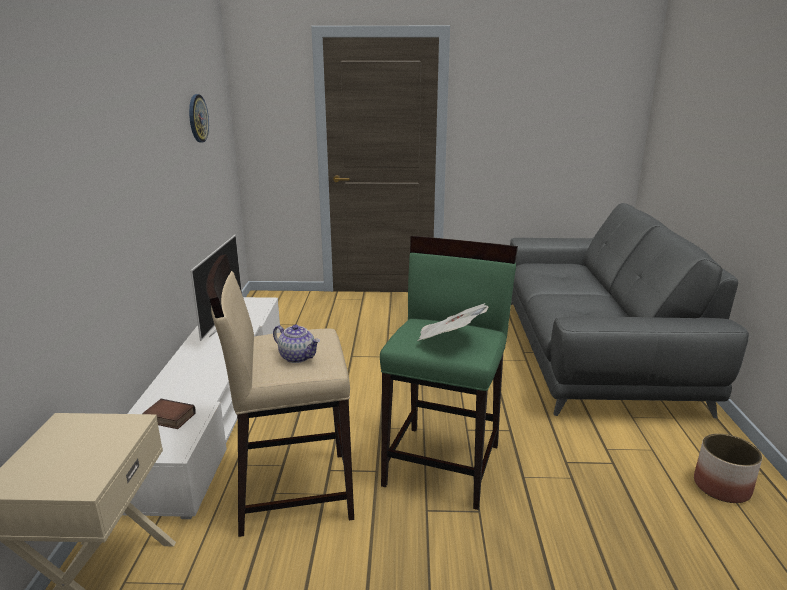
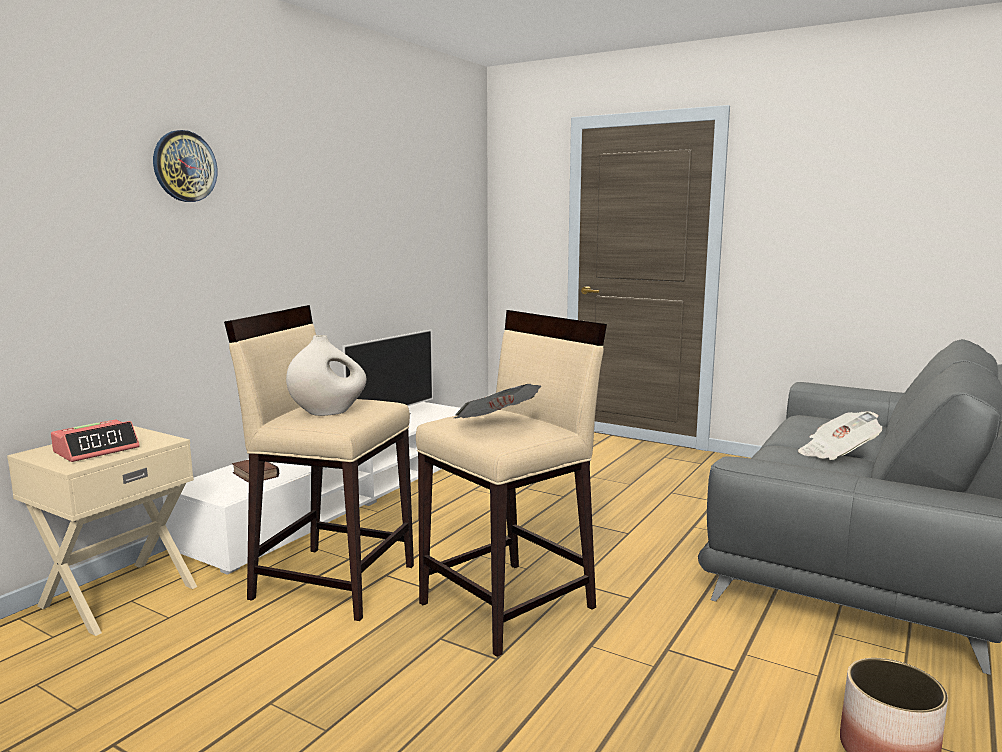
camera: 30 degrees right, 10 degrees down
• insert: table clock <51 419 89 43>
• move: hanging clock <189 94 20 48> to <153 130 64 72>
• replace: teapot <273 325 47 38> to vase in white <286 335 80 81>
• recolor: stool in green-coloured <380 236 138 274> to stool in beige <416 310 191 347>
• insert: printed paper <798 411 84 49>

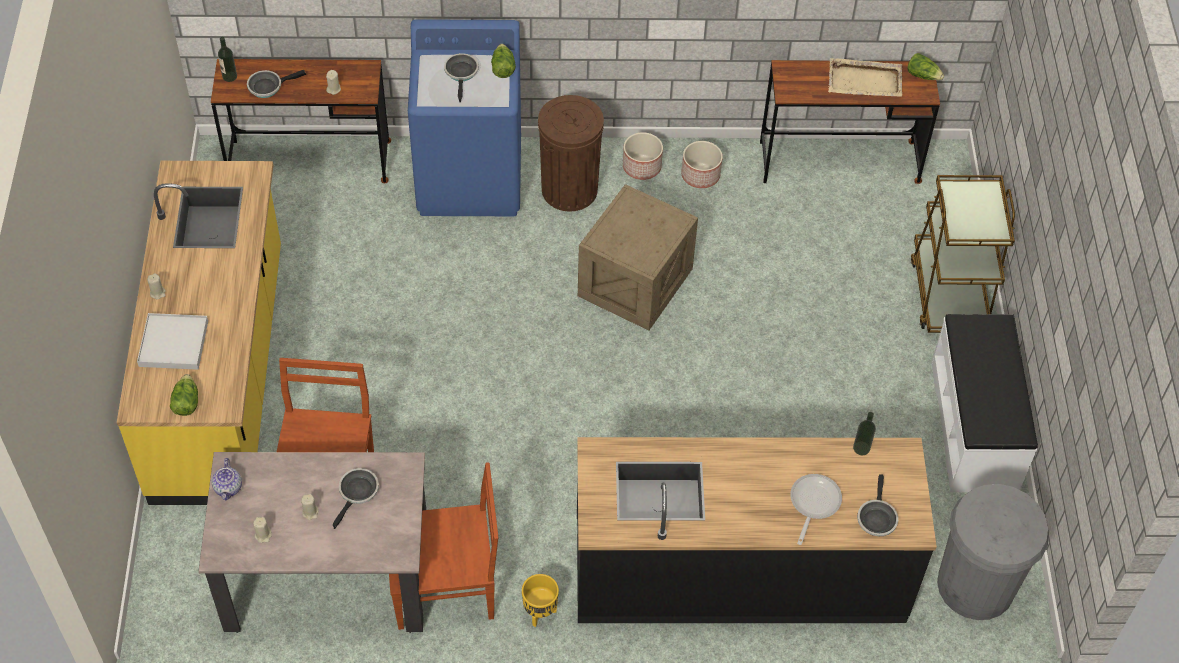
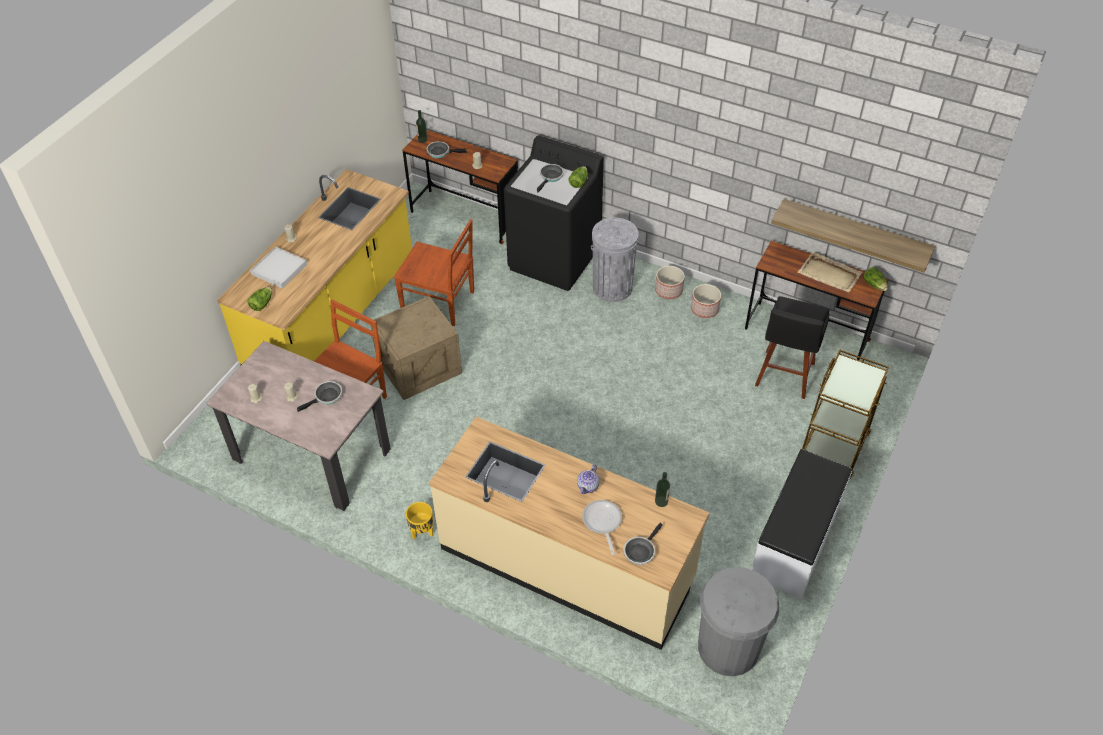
camera: 30 degrees right, 5 degrees down
• move: shipping crate <578 184 120 147> to <370 296 92 104>
• move: plain chair in brownish <389 462 109 168> to <394 219 80 107>
• recolor: counter in blackish <577 437 360 186> to counter in beige <429 417 281 233>
• recolor: laundry machine in blue-coloured <408 19 113 197> to laundry machine in blackish <504 135 100 156>
• move: teapot <212 458 30 43> to <577 464 23 30>
• rotate: skillet <790 474 52 71> = <582 500 40 55> 60 degrees counterclockwise
• recolor: trash can in brownish <538 95 66 116> to trash can in grey <591 218 48 84>
• insert: stool in blackish <755 296 75 103>
• insert: shelf <771 199 164 74>

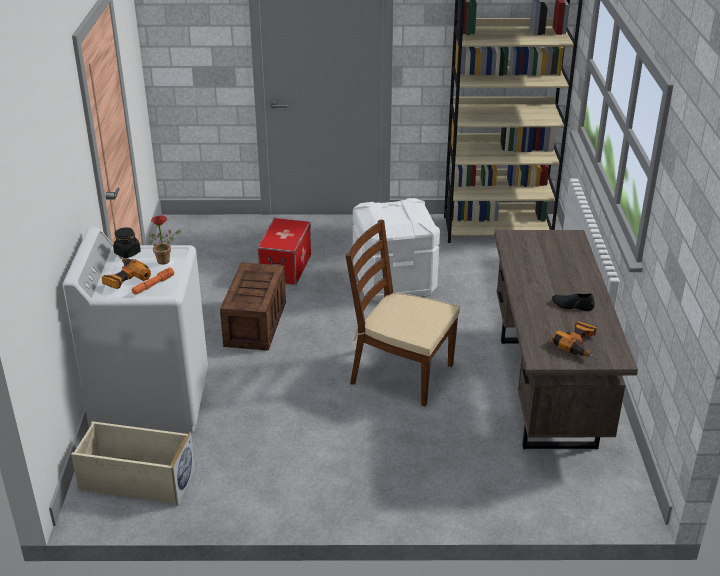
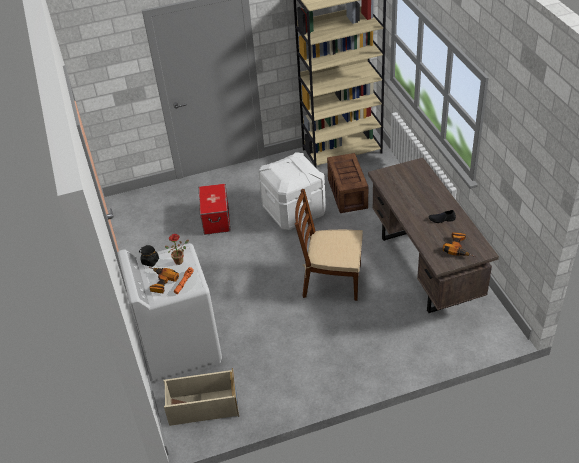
camera: 15 degrees left, 10 degrees up
• move: shipping crate <220 262 66 89> to <327 153 41 60>

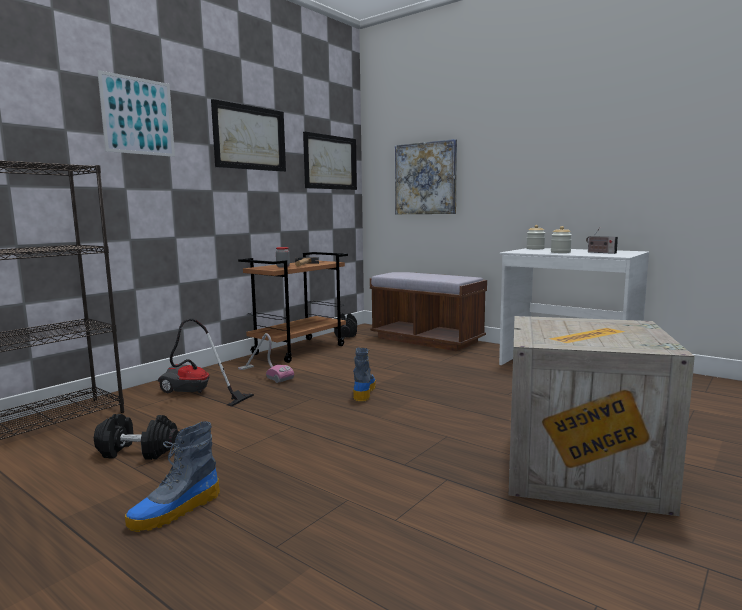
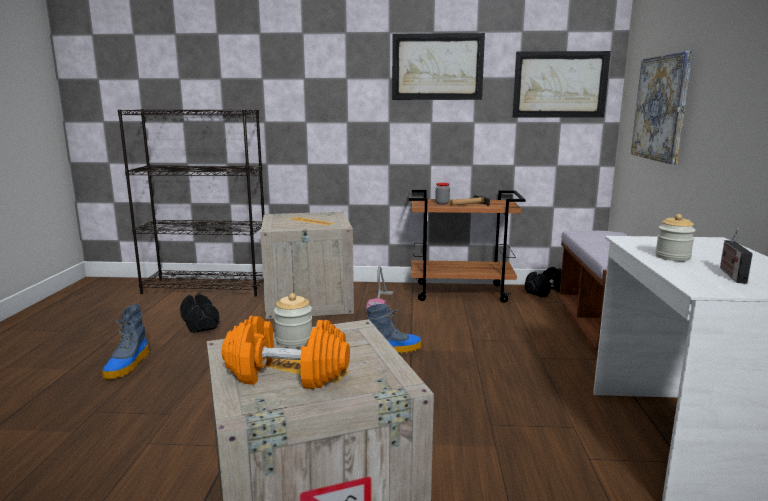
camera: 55 degrees right, 5 degrees up
• rotate: boot <125 421 95 111> = <102 304 47 76> 90 degrees counterclockwise
• insert: free weight in orange-coloured <222 316 128 73>
• replace: vacuum cleaner <158 318 96 89> to shipping crate <260 212 94 107>
• move: jar <526 225 19 24> to <274 293 38 55>
• delete: wall art <97 70 78 87>

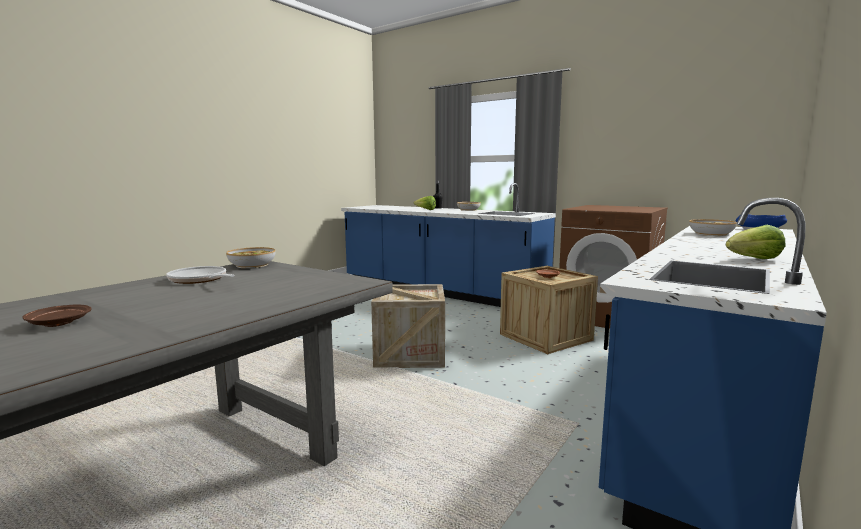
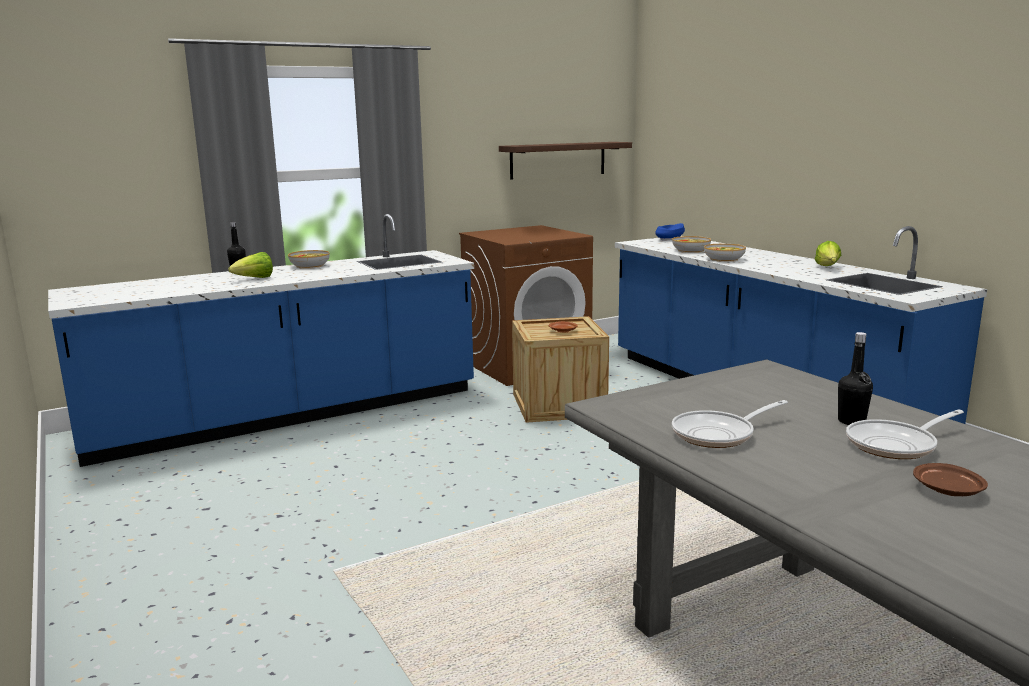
camera: 65 degrees left, 5 degrees up
• insert: shelf <499 142 133 38>
• move: deep dish <226 247 50 21> to <704 244 42 18>
• insert: beverage bottle in blackish <838 332 35 93>
• insert: skillet <846 409 118 50>
• delete: shipping crate <371 284 74 84>

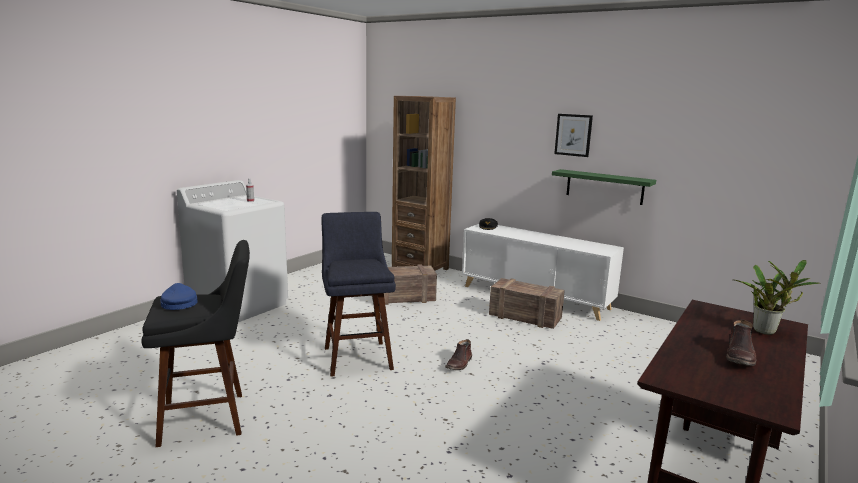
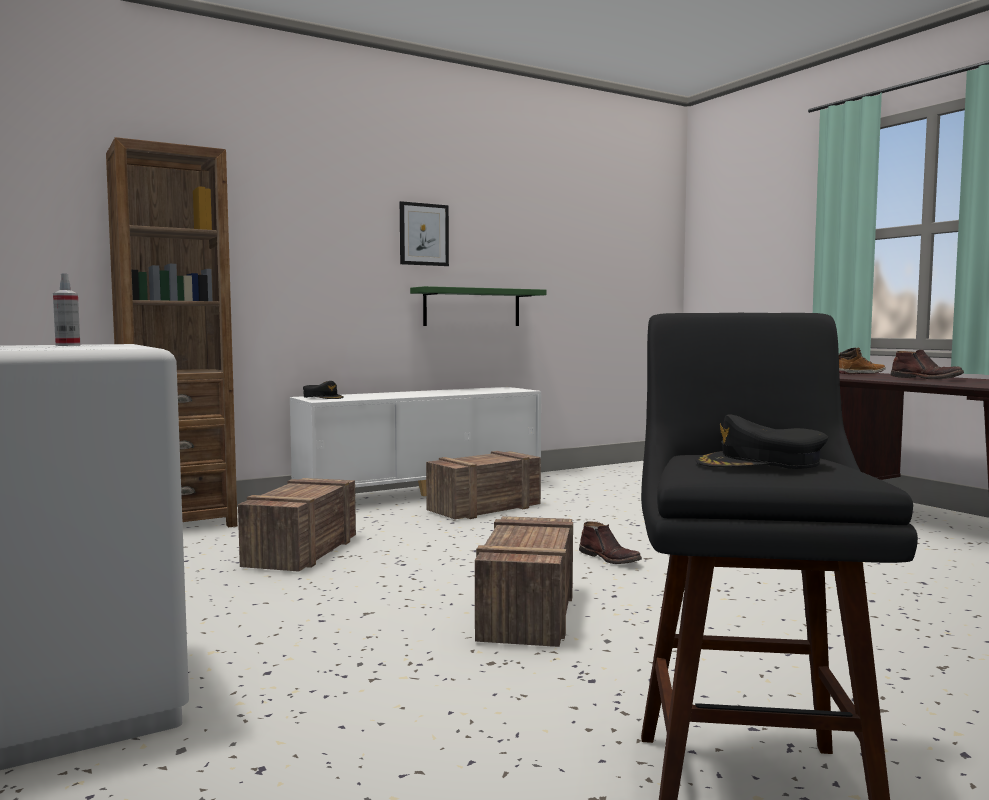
camera: 65 degrees left, 10 degrees down
• replace: stool in blue-coloured <322 212 74 165> to shipping crate <475 516 98 131>
• recolor: cap in blue-coloured <160 283 37 27> to cap in blackish <695 414 133 55>
• replace: plant in a pot <735 260 86 75> to boot <839 347 47 27>

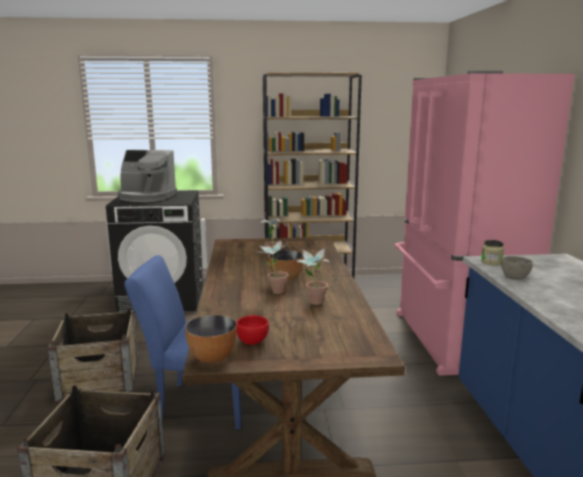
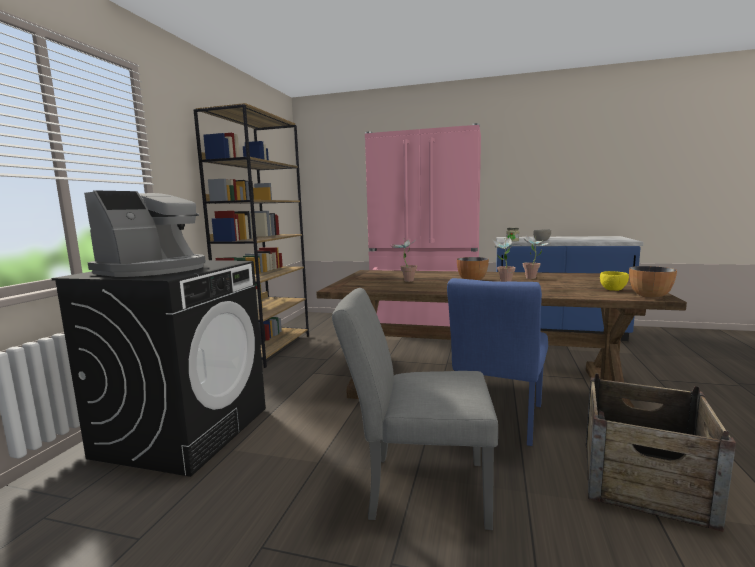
camera: 70 degrees left, 5 degrees down
• replace: shipping crate <47 308 91 94> to plain chair in grey <332 288 166 242>
• recolor: deep dish in red <236 315 33 30> to deep dish in yellow-coloured <600 271 29 20>

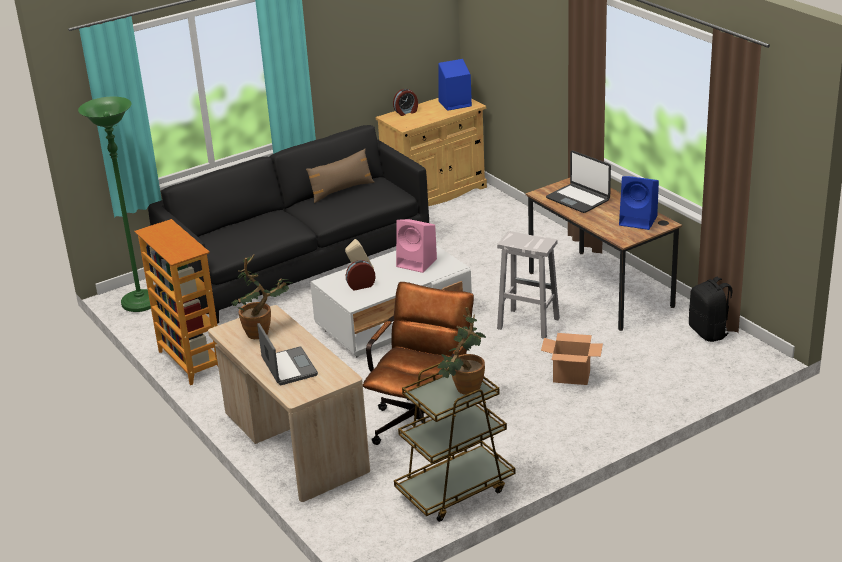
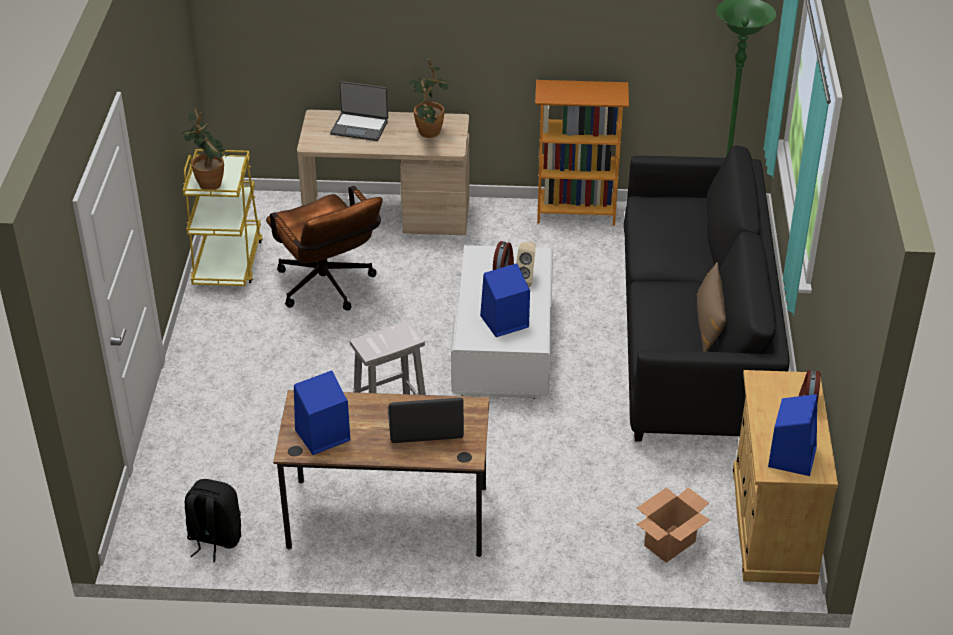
camera: 125 degrees right, 10 degrees up
• recolor: wheeled cart in brownish <394 362 121 160> to wheeled cart in yellow-coloured <183 149 80 137>
• recolor: speaker in pink <396 219 41 54> to speaker in blue-coloured <480 263 50 74>
• move: carton <541 333 62 52> to <637 487 73 76>

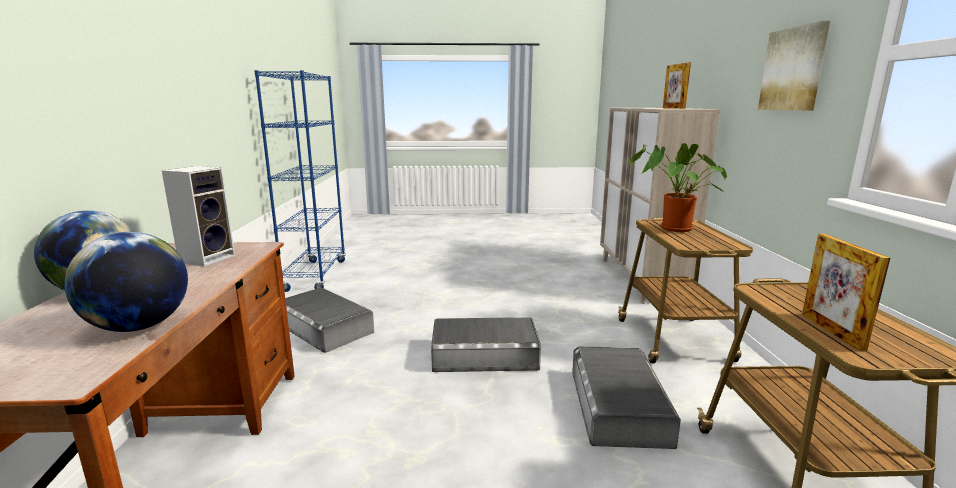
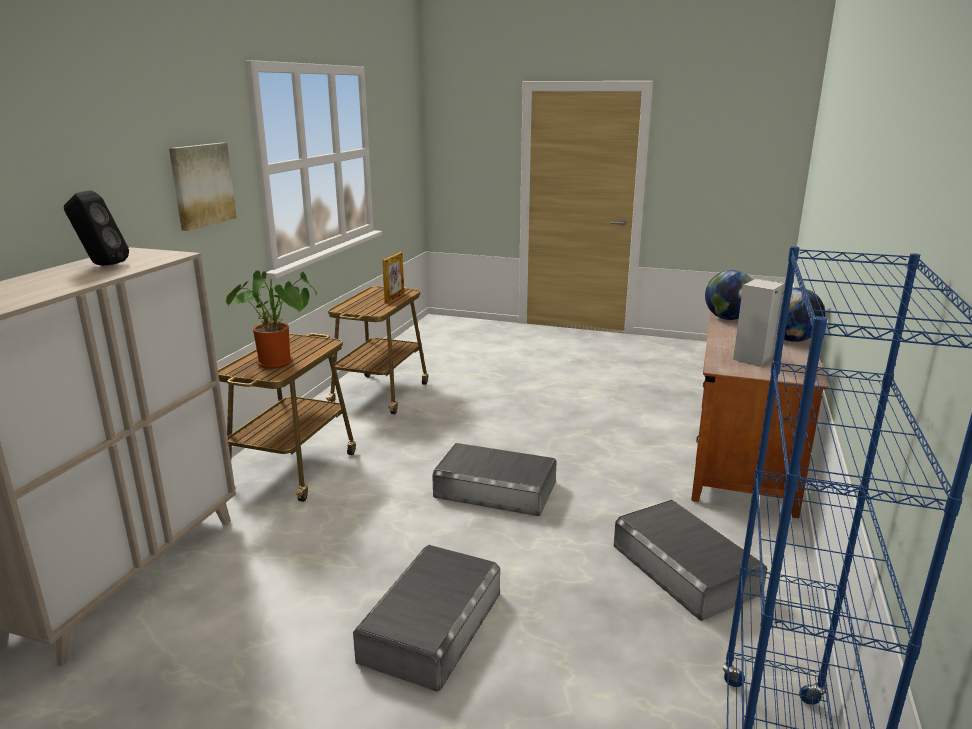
camera: 160 degrees left, 5 degrees up
• replace: photo frame <663 63 28 46> to speaker in blackish <64 190 65 76>
• move: storage bin in grey <572 347 109 102> to <353 545 147 147>

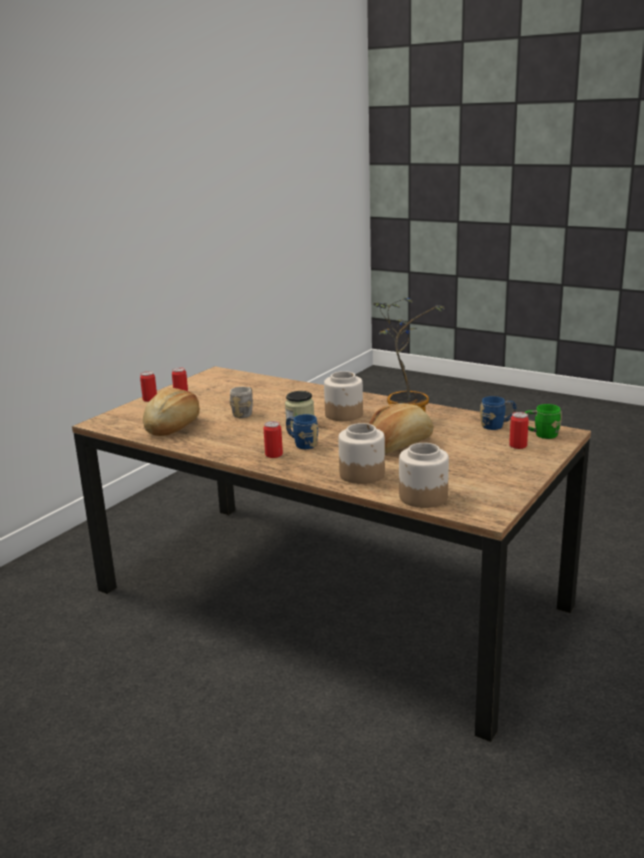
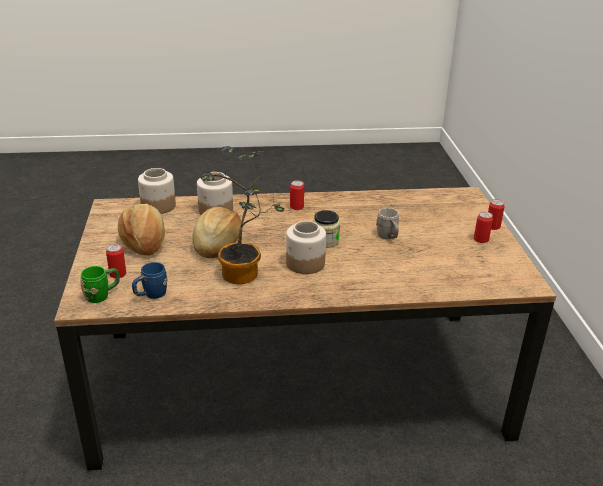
camera: 140 degrees right, 10 degrees up
• move: bread <143 388 57 48> to <118 204 47 52>
• delete: tea mug in blue-coloured <286 414 32 35>

